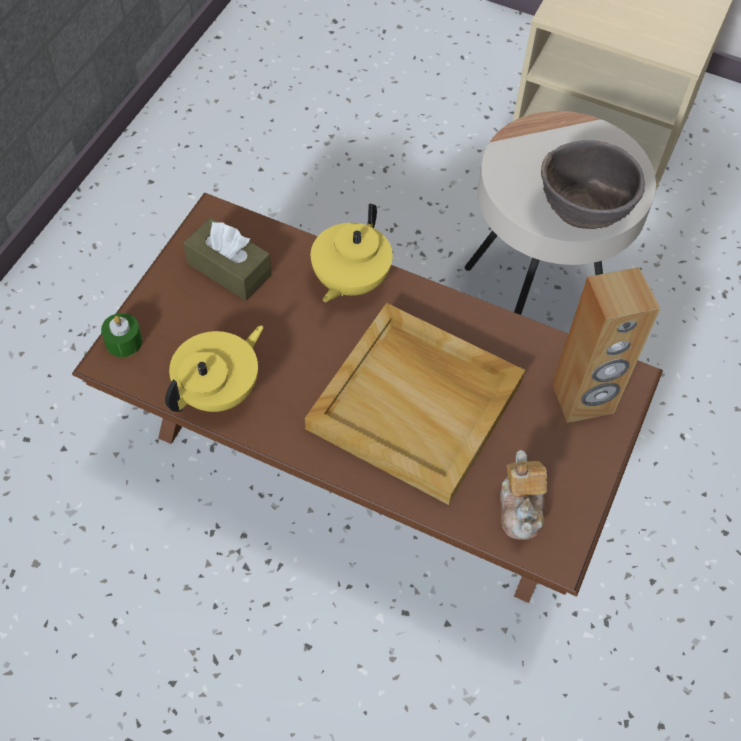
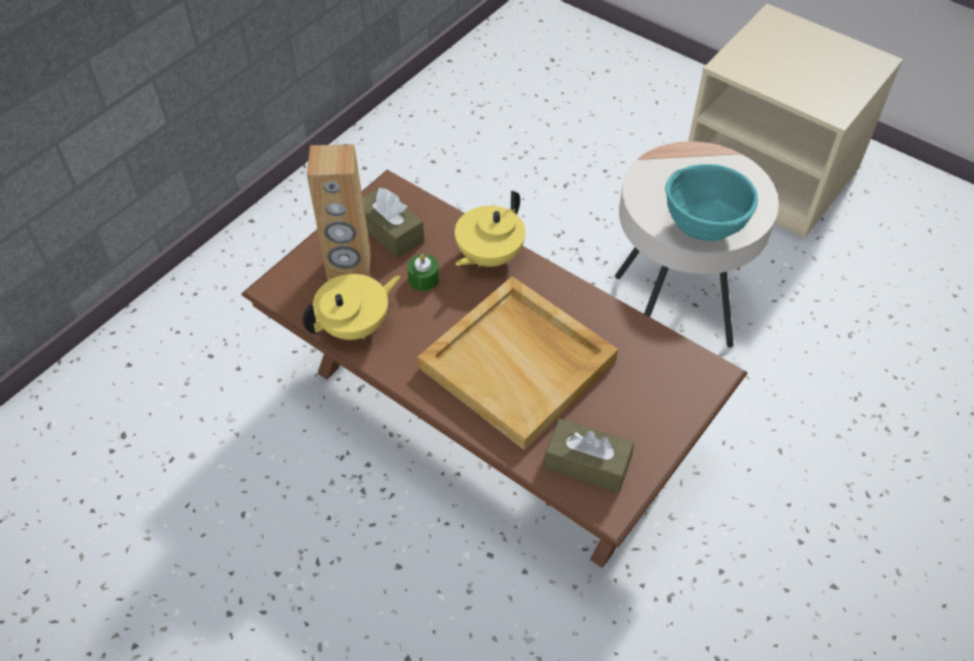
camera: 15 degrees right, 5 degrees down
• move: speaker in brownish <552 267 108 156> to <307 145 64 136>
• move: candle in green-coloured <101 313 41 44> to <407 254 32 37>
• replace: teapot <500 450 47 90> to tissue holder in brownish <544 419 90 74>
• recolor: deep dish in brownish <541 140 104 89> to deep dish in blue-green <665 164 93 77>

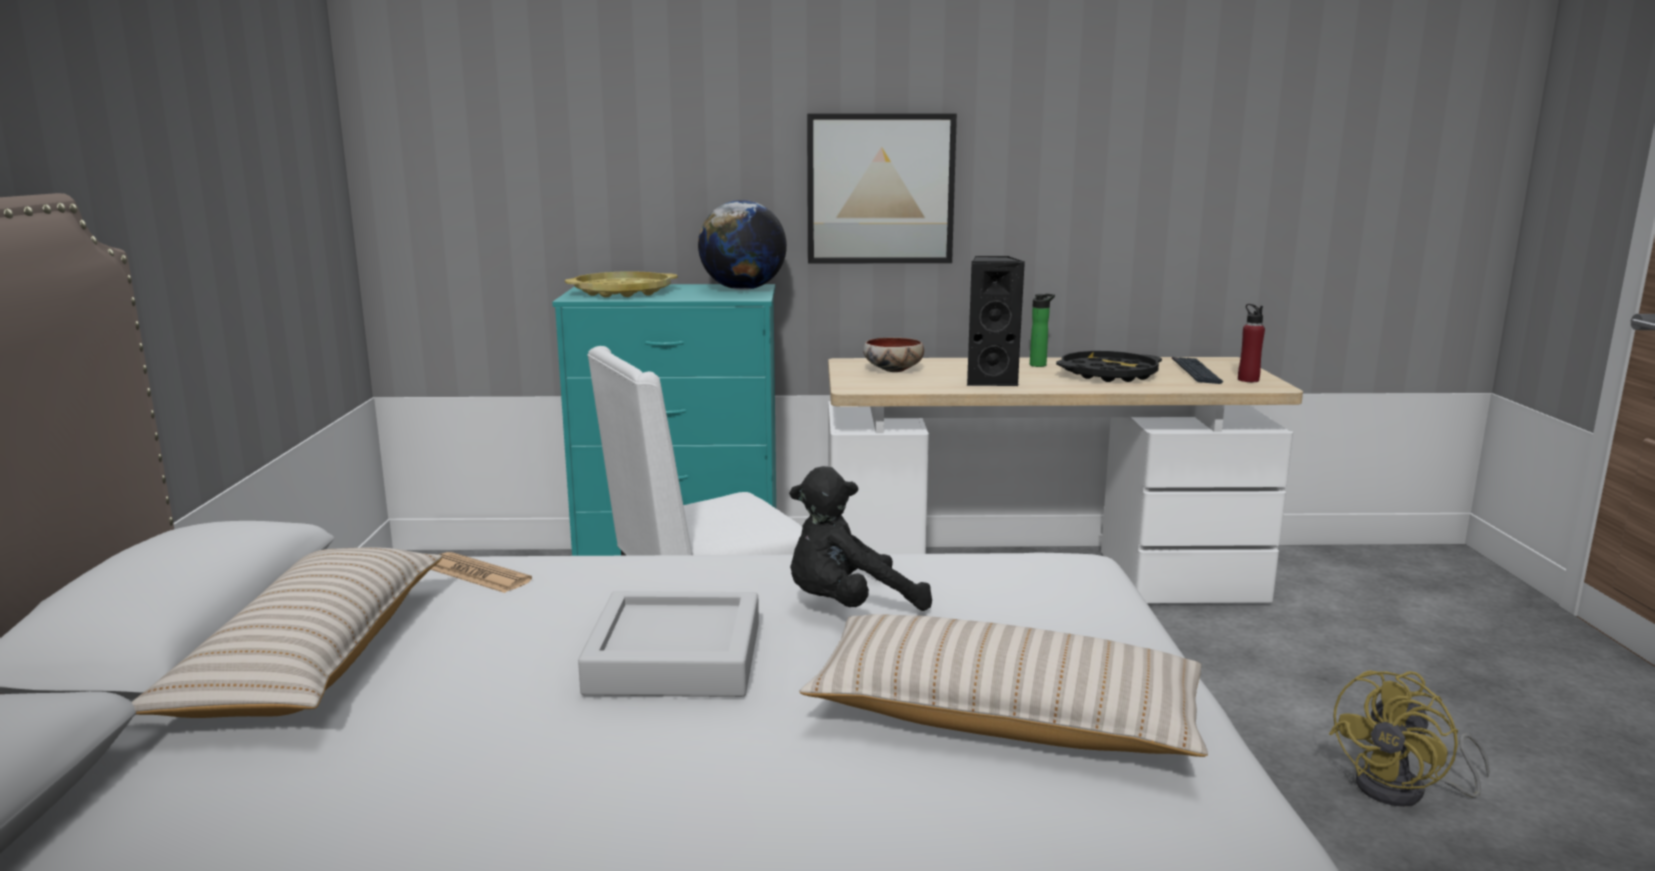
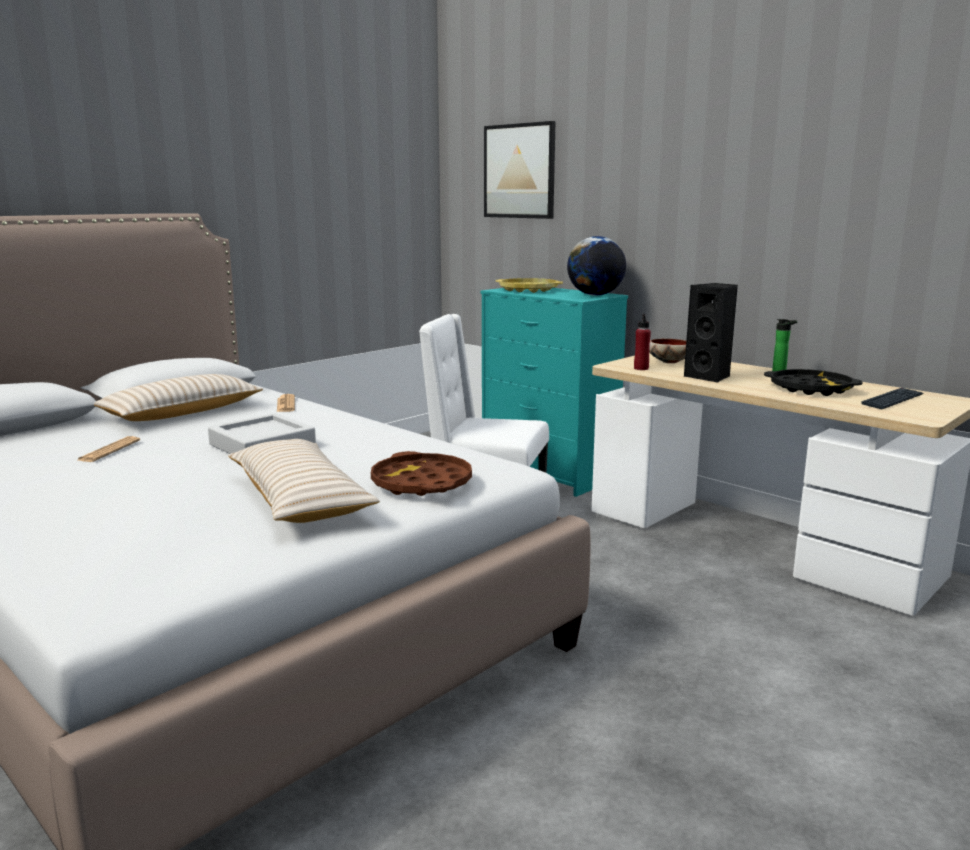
camera: 45 degrees right, 0 degrees up
• insert: printed paper <78 436 62 26>
• insert: carrying tray in brownish <371 451 101 45>
• move: wall art <807 114 150 150> to <484 121 72 98>
• move: beverage bottle in red <1238 304 27 78> to <634 314 17 56>
• delete: plush toy in blackish <789 466 143 145>
• delete: electric fan in yellow-coloured <1329 670 161 137>

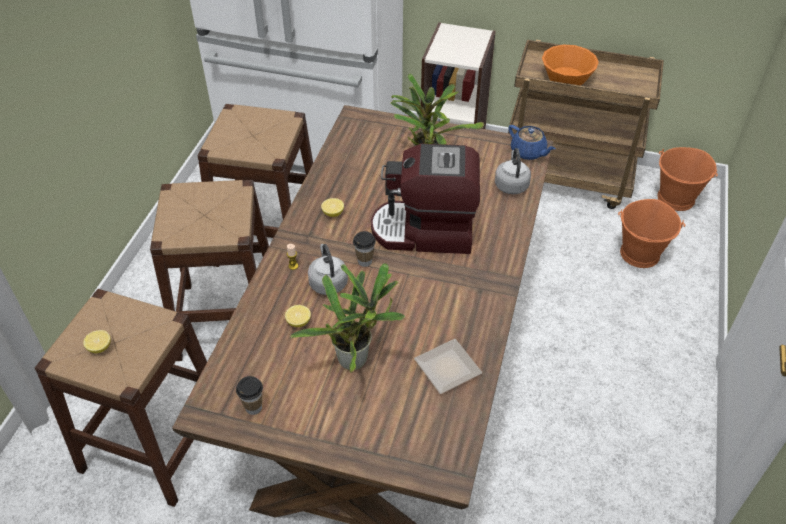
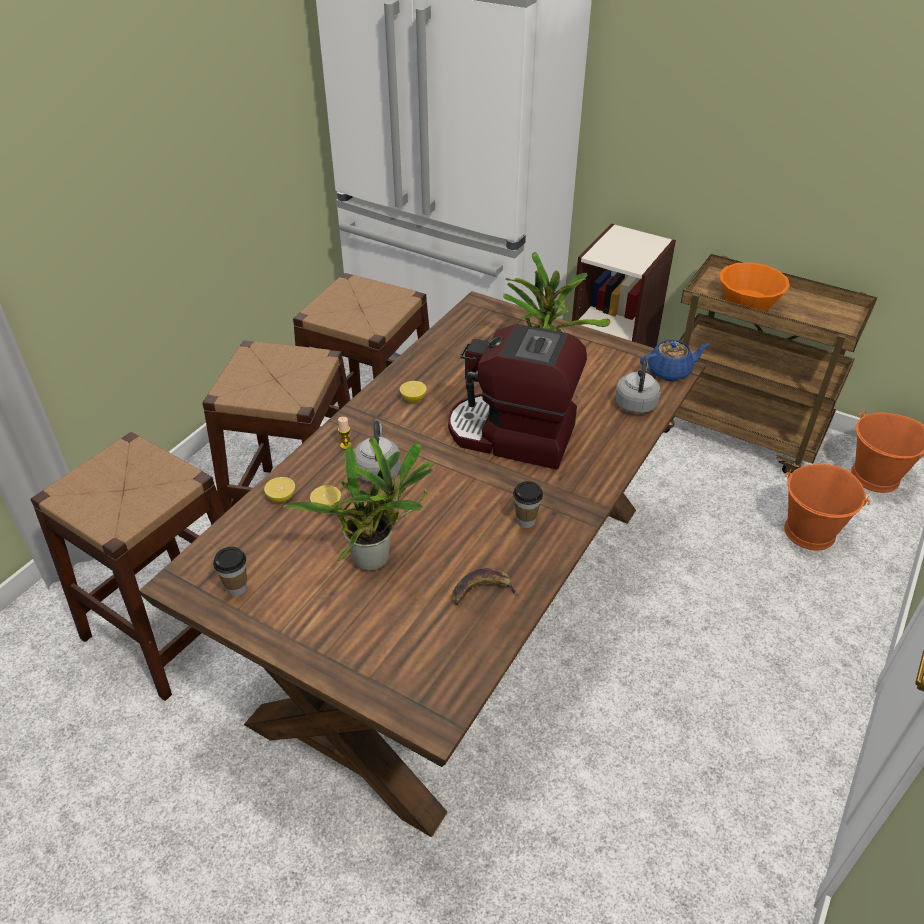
camera: 15 degrees right, 5 degrees down
• move: lemon <83 330 28 23> to <264 477 31 26>
• replace: dinner plate <414 339 68 55> to whole banana <452 568 67 37>
• move: drinking cup <353 231 23 36> to <513 481 30 47>
• rotate: teapot in blue-coloured <508 125 48 35> = <640 340 70 41> 75 degrees counterclockwise

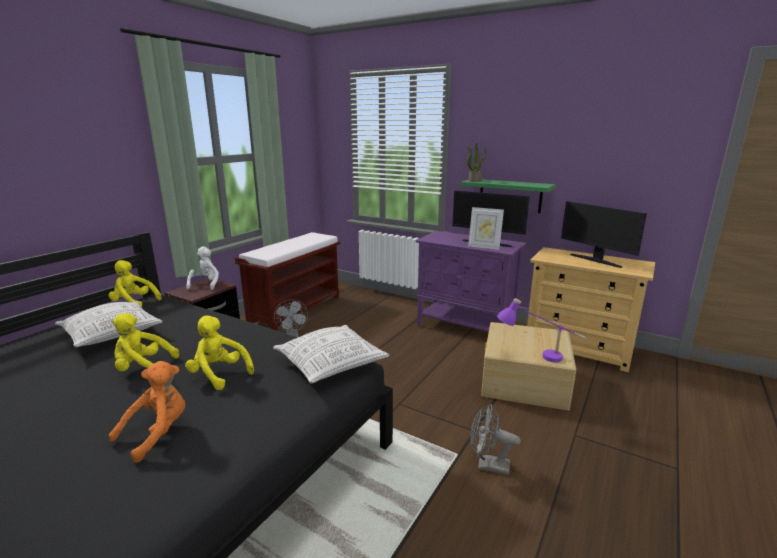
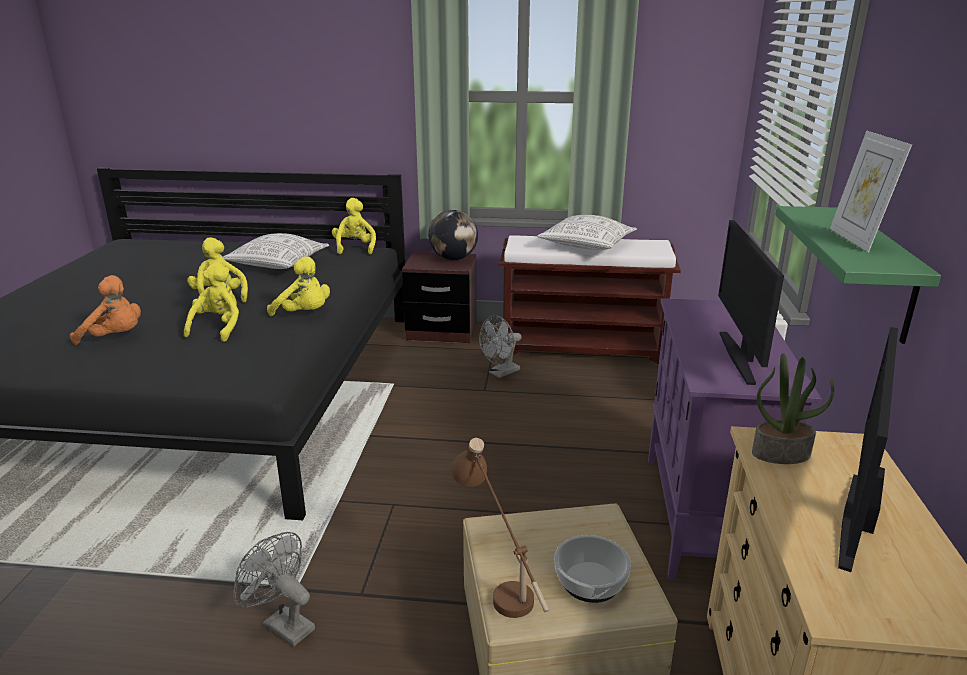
camera: 65 degrees right, 5 degrees up
• rotate: electric fan in grey <470 404 51 71> = <233 532 82 115> 45 degrees counterclockwise
• insert: plush toy in yellow-coloured <267 256 63 60>
• replace: plush toy in white <186 246 33 44> to world globe <428 210 50 50>
• recolor: table lamp in purple <497 298 89 64> to table lamp in brownish <451 438 98 180>
• move: pillow <273 325 116 59> to <537 215 100 35>
• insert: deep dish <554 535 77 68>
• move: plant in a pot <467 143 19 39> to <752 353 82 111>
• move: photo frame <468 207 36 43> to <830 130 82 122>

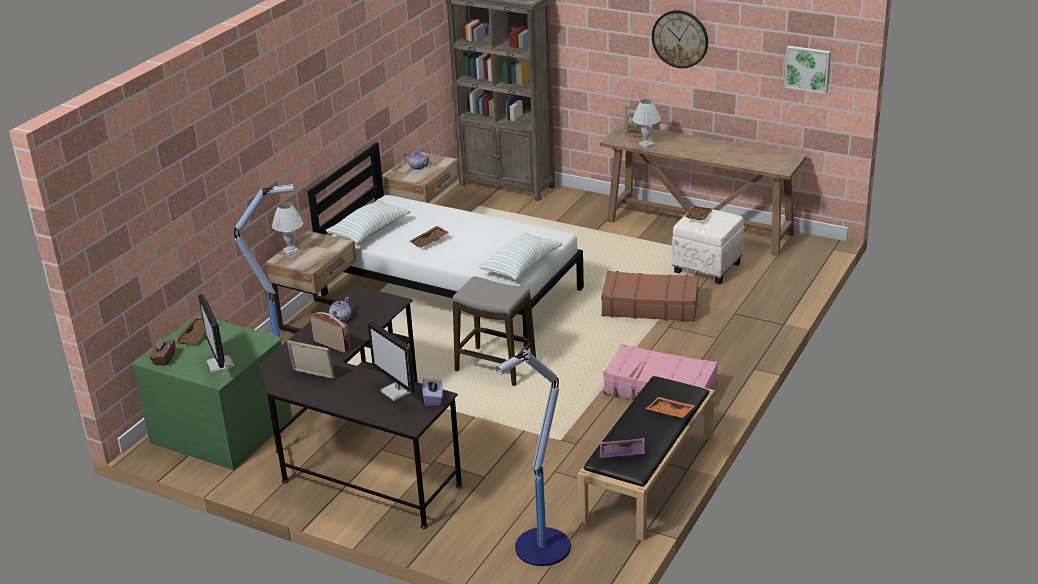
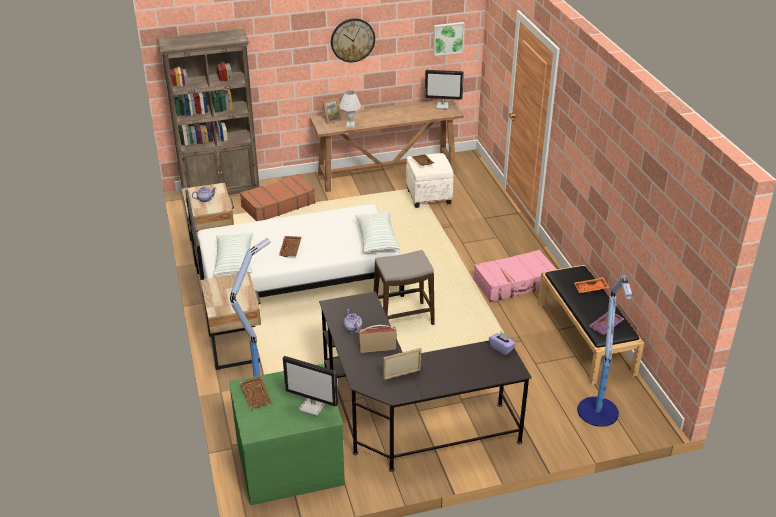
camera: 45 degrees left, 5 degrees up
• move: travel case in brownish <601 271 98 51> to <240 174 75 47>
• move: monitor <368 320 47 81> to <425 70 39 39>
• delete: tissue holder in brownish <149 338 26 28>
• delete: table lamp in white <272 202 32 54>

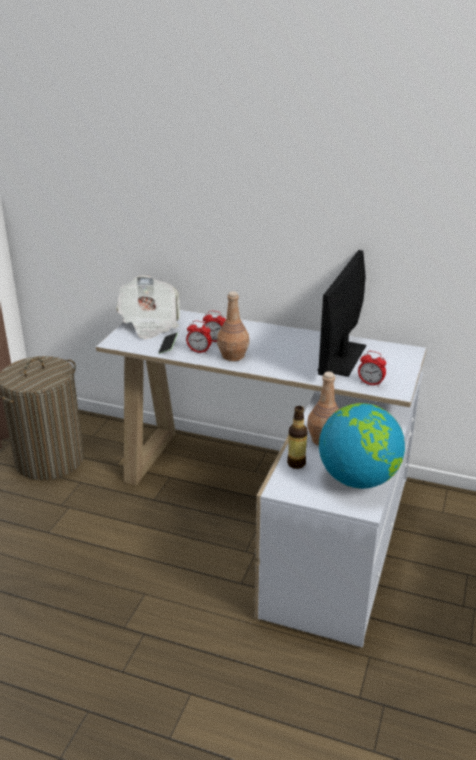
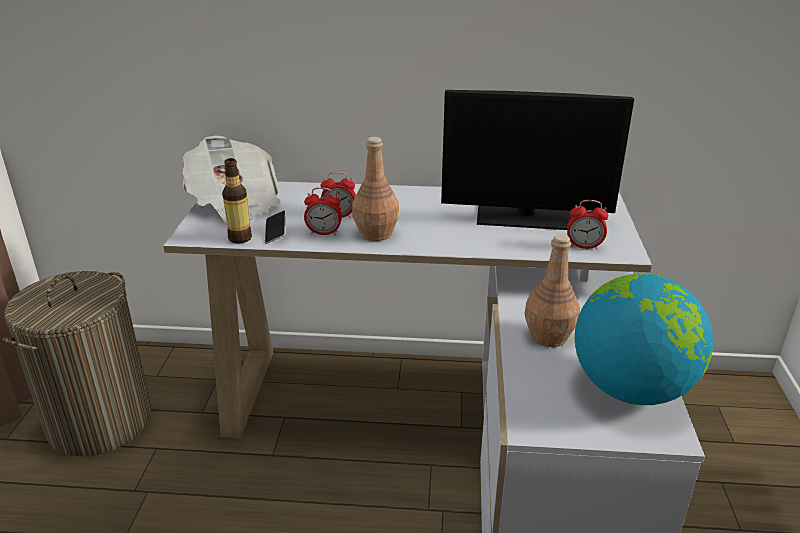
camera: 15 degrees left, 0 degrees up
• move: beverage bottle <287 406 20 63> to <222 158 30 86>
• rotate: monitor <318 250 48 127> = <441 90 193 140> 90 degrees counterclockwise

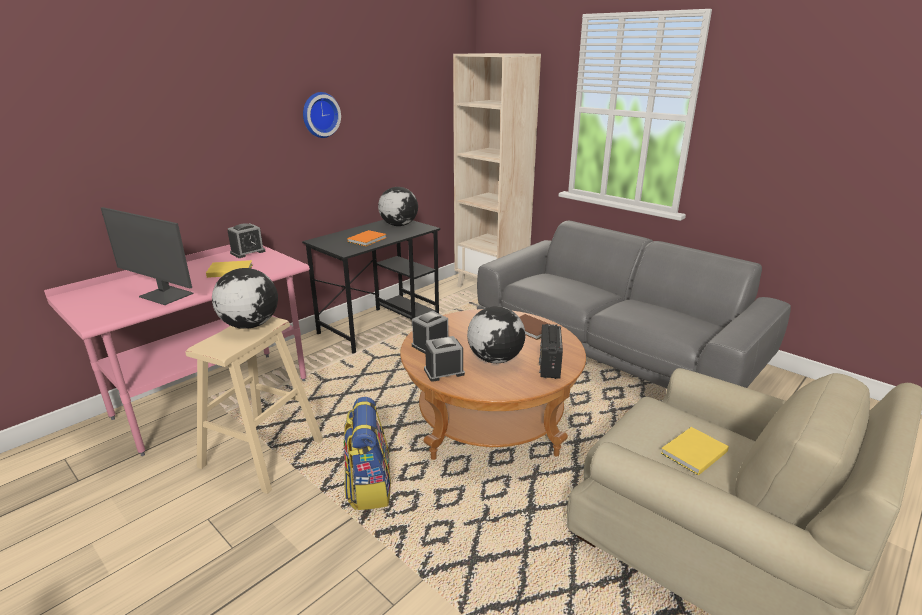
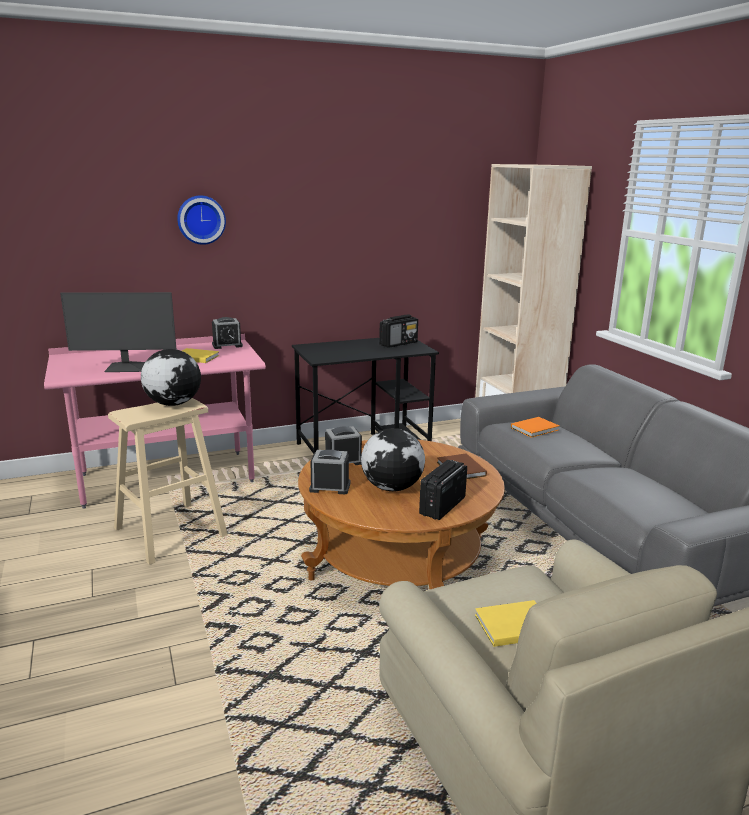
camera: 25 degrees right, 5 degrees down
• rotate: monitor <101 207 92 98> = <60 292 116 80> 60 degrees counterclockwise
• move: hanging clock <303 92 38 46> to <177 196 49 49>
• replace: world globe <378 187 40 39> to radio set <379 314 39 34>
• move: book in orange-coloured <347 230 40 16> to <511 417 48 21>
• delete: rucksack <344 397 47 114>

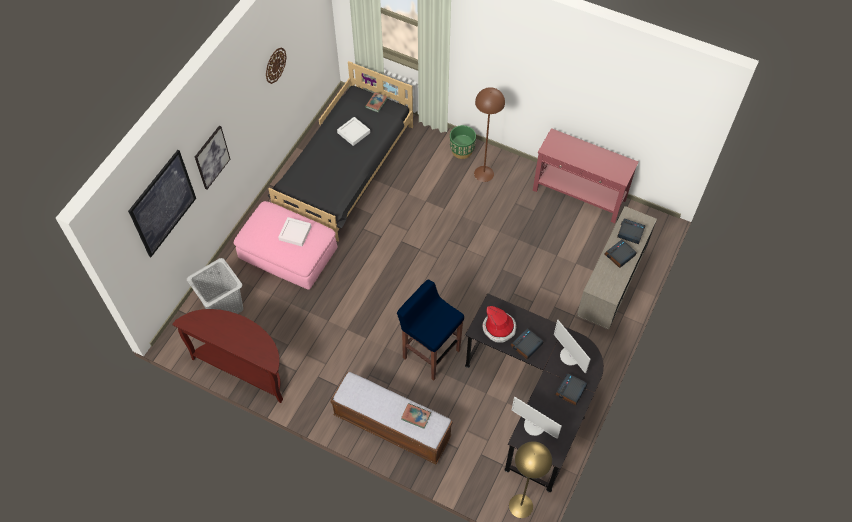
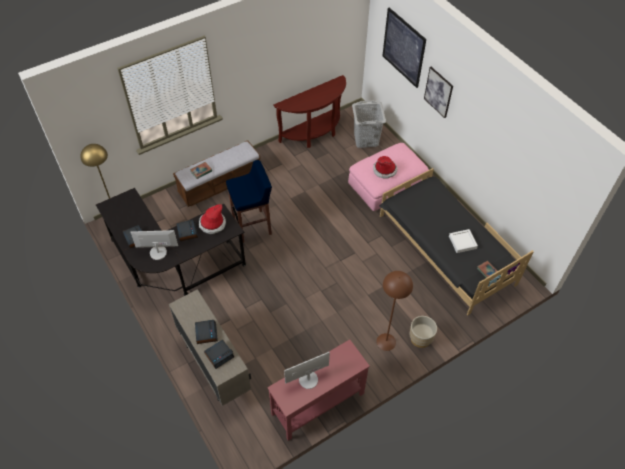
camera: 120 degrees right, 5 degrees down
• move: monitor <512 397 50 42> to <284 352 46 37>
• replace: carrying tray in white <278 217 34 29> to wearable hat <373 156 24 23>
• recolor: plant pot in green-coloured <450 125 26 34> to plant pot in beige <410 316 27 32>
• delete: hanging clock <266 47 21 37>

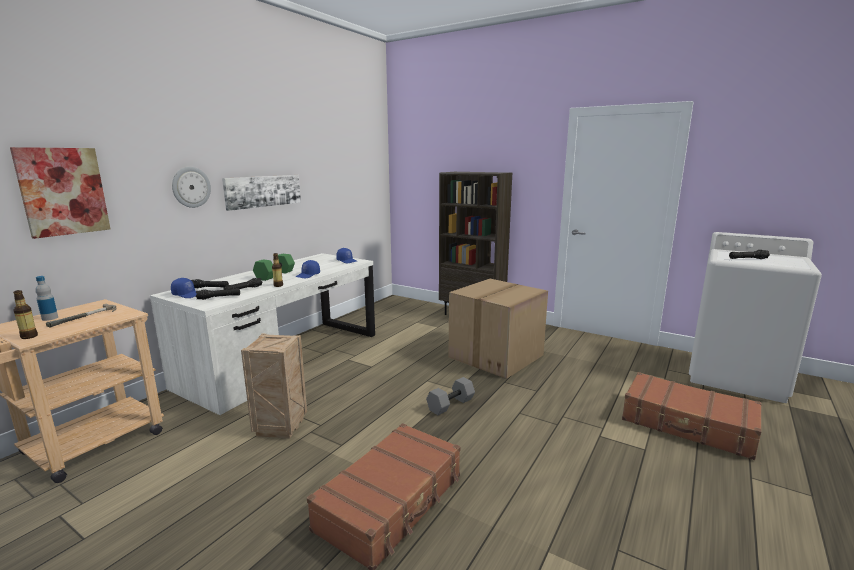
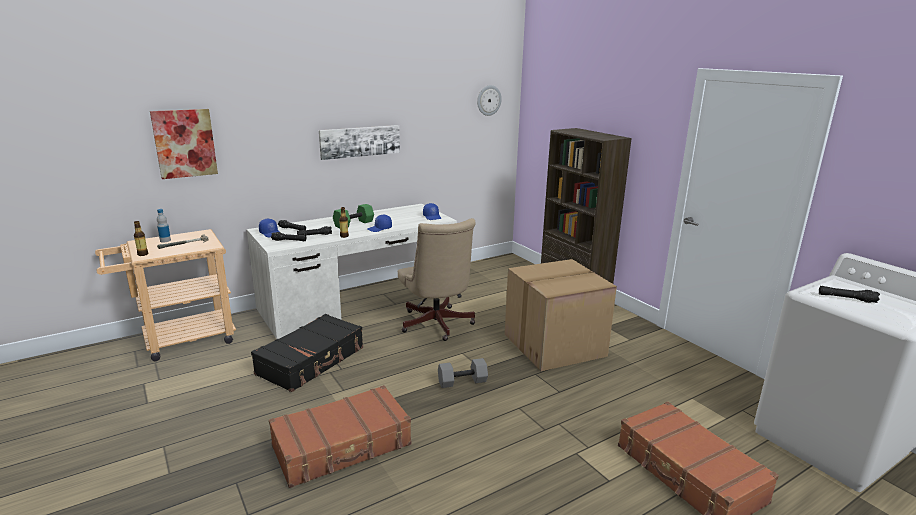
camera: 25 degrees right, 5 degrees up
• replace: shipping crate <241 334 66 105> to travel case in blackish <251 314 112 78>
• insert: desk chair in beige <398 218 78 123>
• move: hanging clock <172 167 39 41> to <477 85 25 31>

